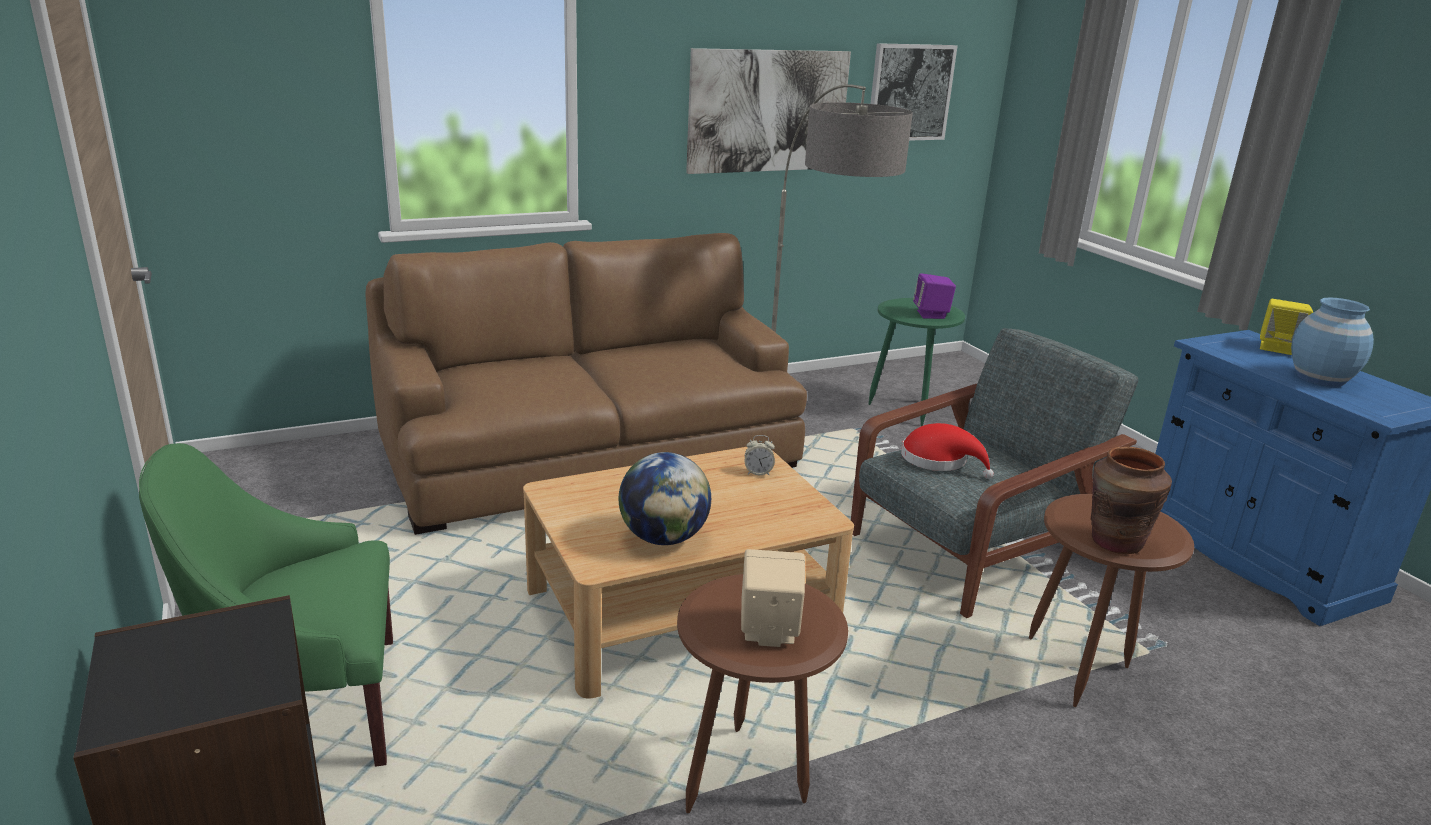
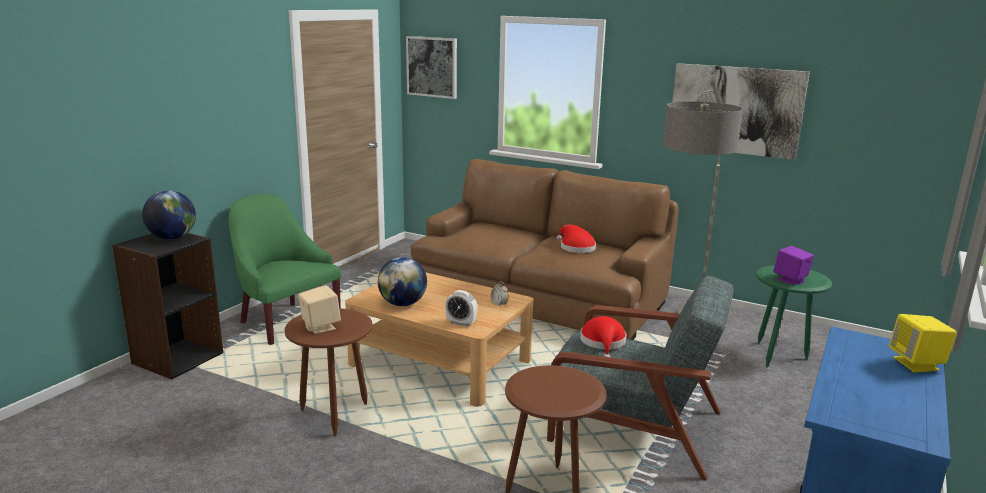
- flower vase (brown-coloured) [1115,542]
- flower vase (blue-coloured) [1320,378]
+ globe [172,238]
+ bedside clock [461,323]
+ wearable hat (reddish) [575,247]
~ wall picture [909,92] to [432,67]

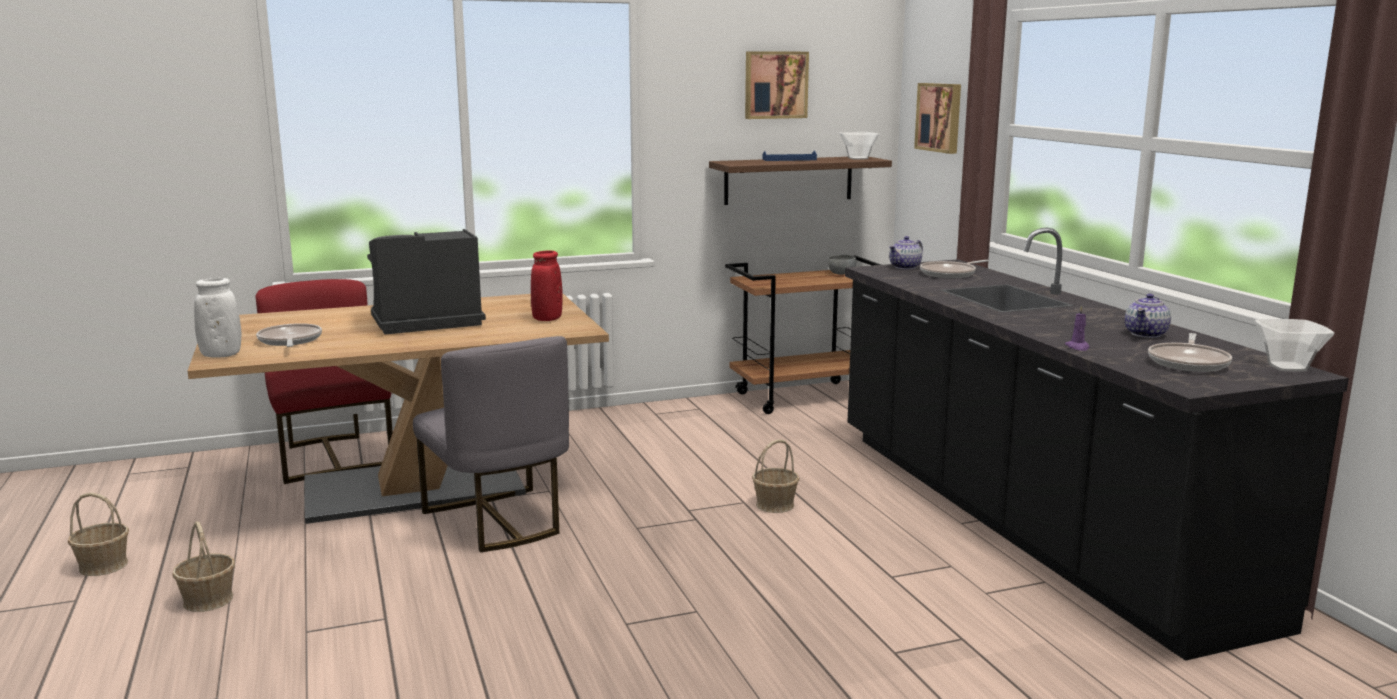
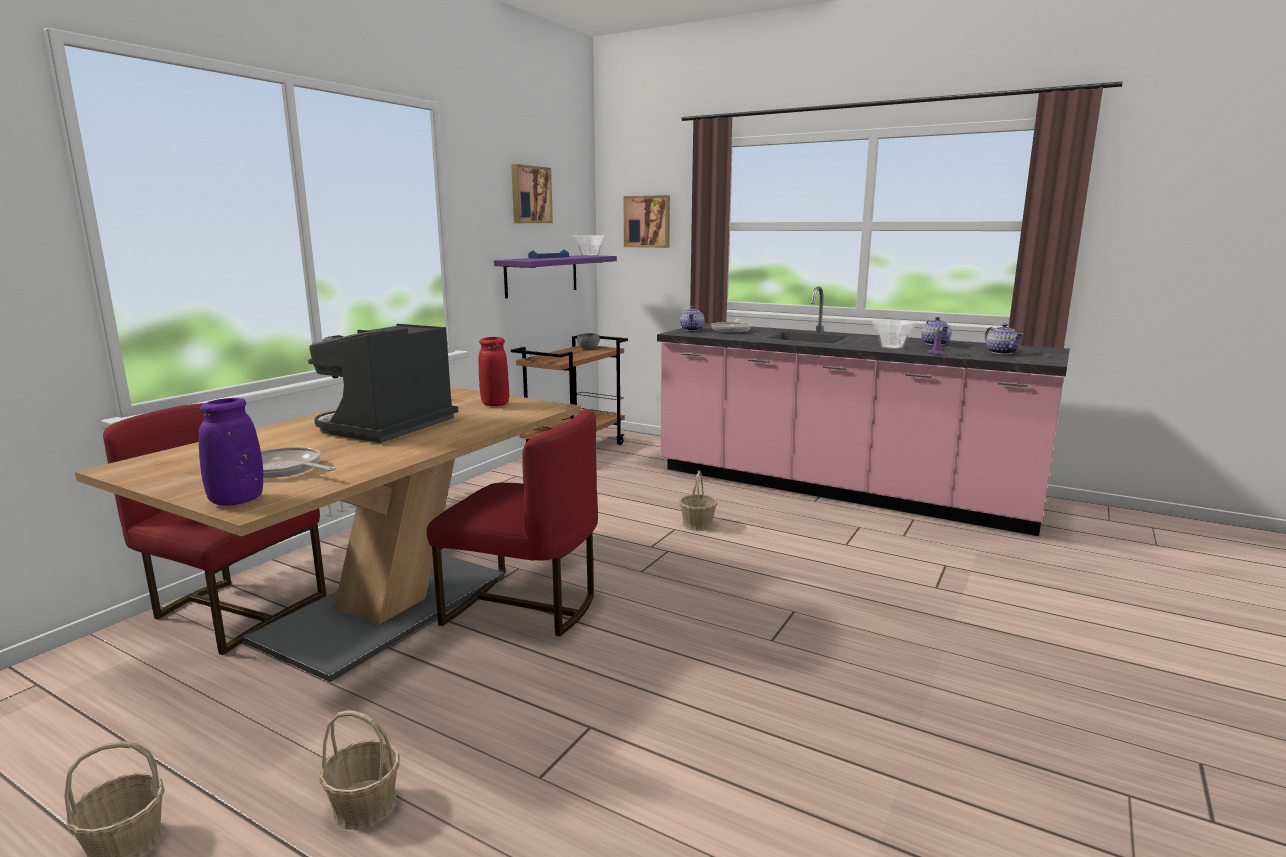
~ bowl [1289,368] to [893,348]
~ pan [1189,362] to tea pot [1001,352]
~ flower vase (white) [221,355] to flower vase (purple) [237,500]
~ upright chair (greyish) [498,521] to upright chair (reddish) [524,606]
~ bracket shelf (brown-coloured) [788,180] to bracket shelf (purple) [541,275]
~ kitchen counter (black) [1025,520] to kitchen counter (pink-coloured) [839,489]

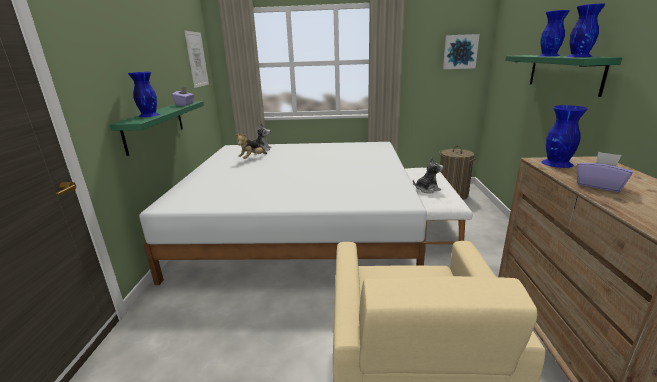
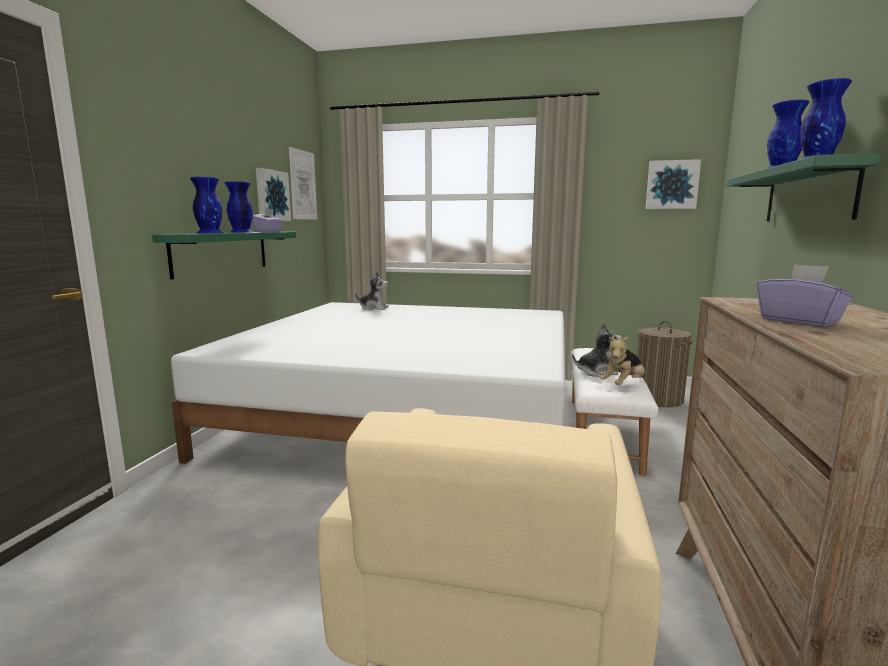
+ wall picture [271,195]
~ cuddly toy [252,158] to [623,385]
~ flower vase (blue-coloured) [557,163] to [241,232]

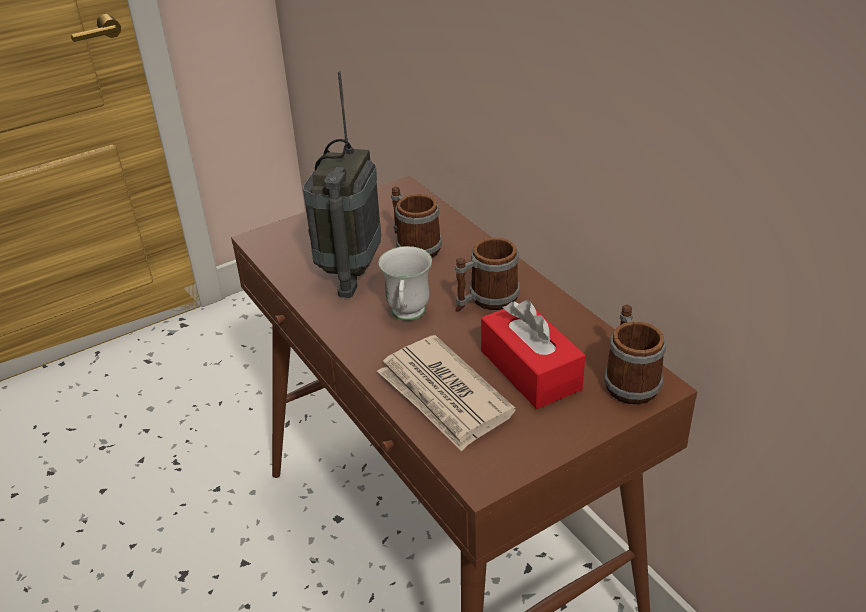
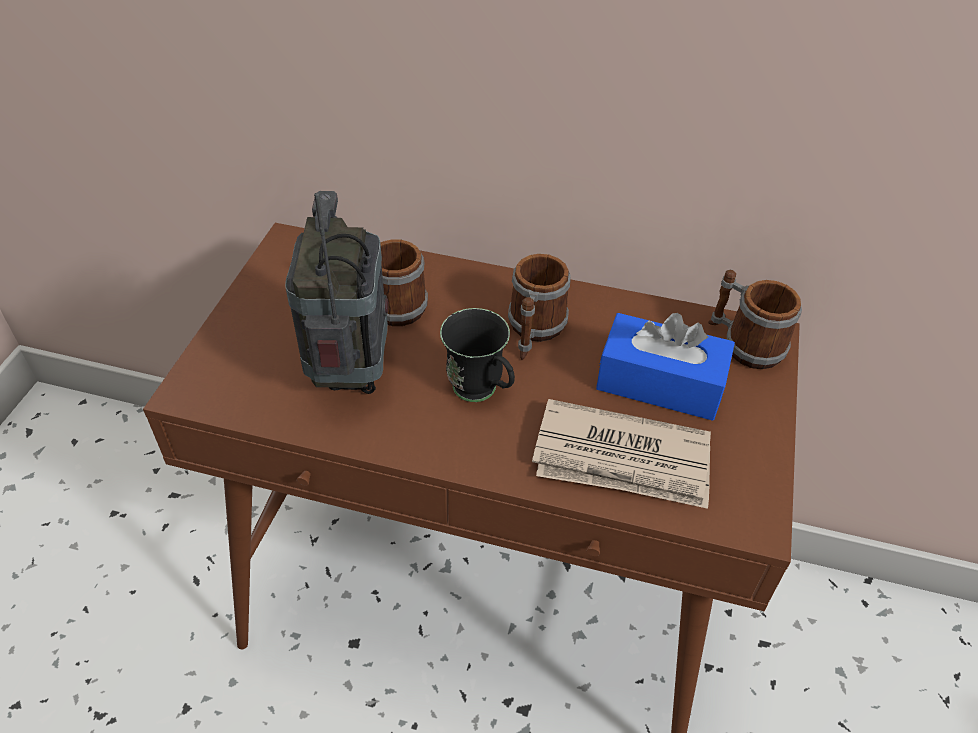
~ mug (white) [407,316] to mug (black) [481,393]
~ tissue holder (reddish) [530,370] to tissue holder (blue-coloured) [660,383]
~ radio receiver [349,269] = [350,372] 150 degrees counterclockwise

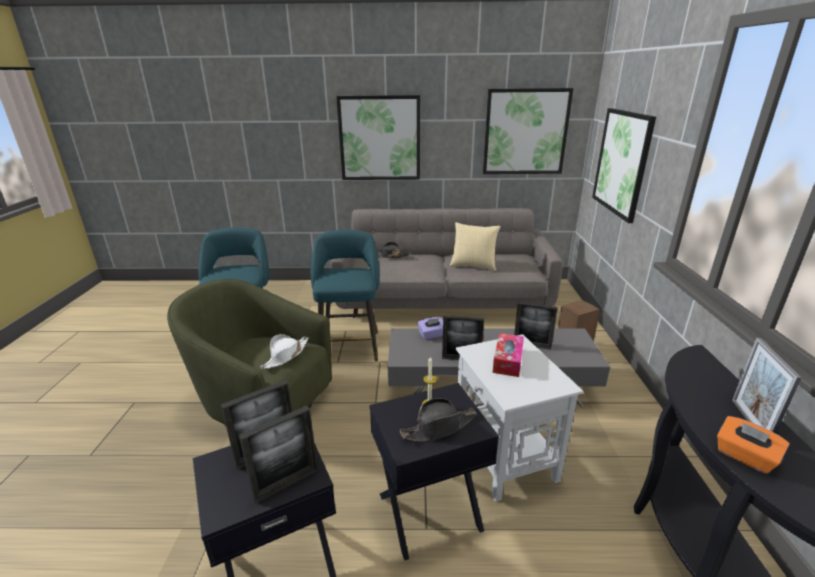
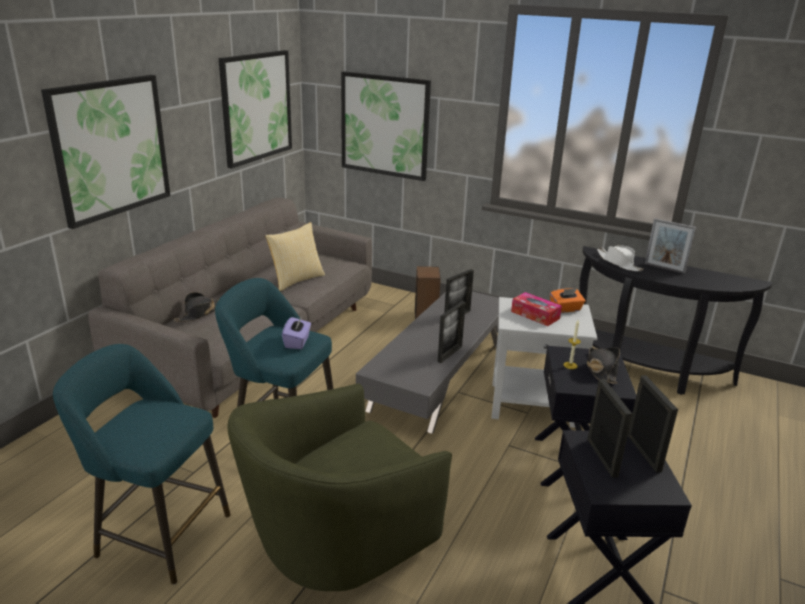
~ wearable hat (white) [285,356] to [619,263]
~ tissue holder (purple) [432,335] to [297,342]
~ tissue holder (orangey) [744,456] to [565,309]

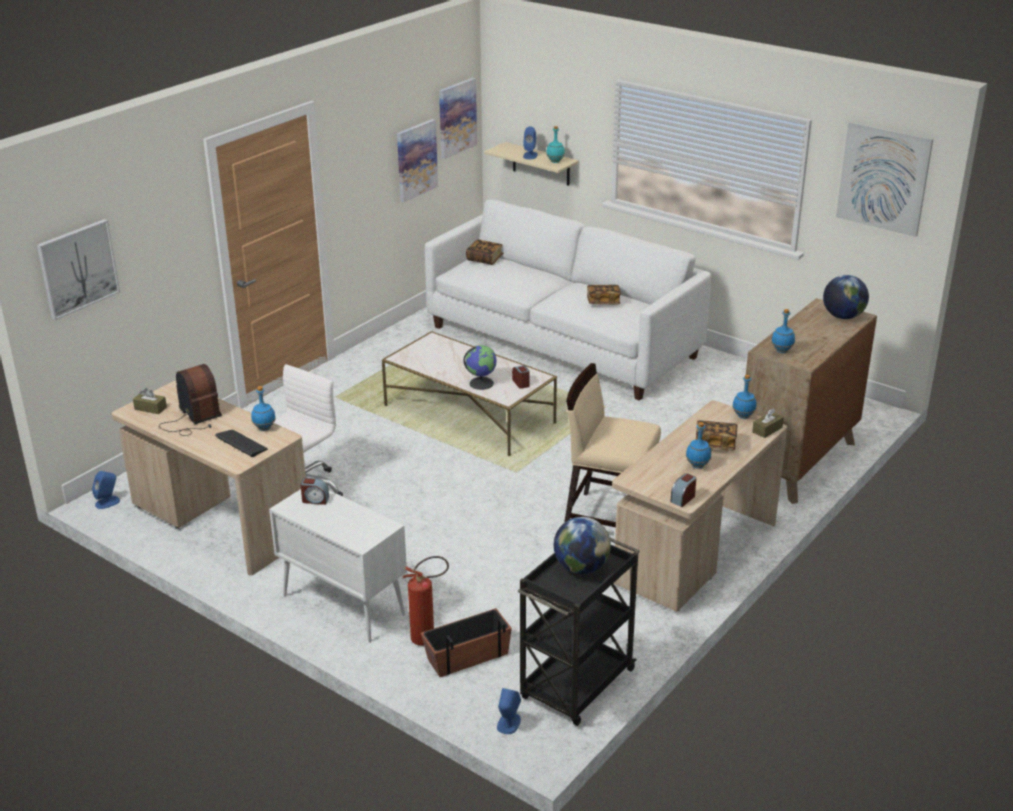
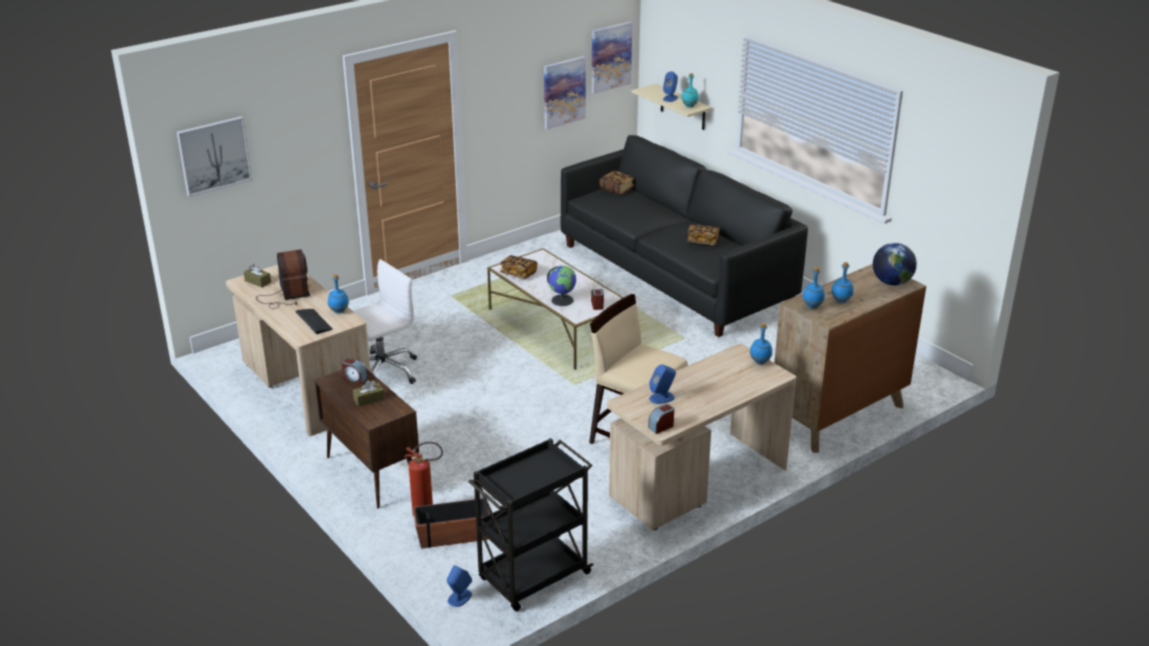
- globe [581,567]
- wall picture [883,179]
~ loudspeaker (blue-coloured) [108,502] to [662,398]
~ drink bottle (blue-coloured) [697,466] to [841,301]
~ bound book [715,444] to [518,274]
~ tissue holder (brown-coloured) [767,430] to [369,399]
~ storage cabinet (white) [342,604] to storage cabinet (brown-coloured) [371,473]
~ sofa (white) [562,342] to sofa (black) [675,274]

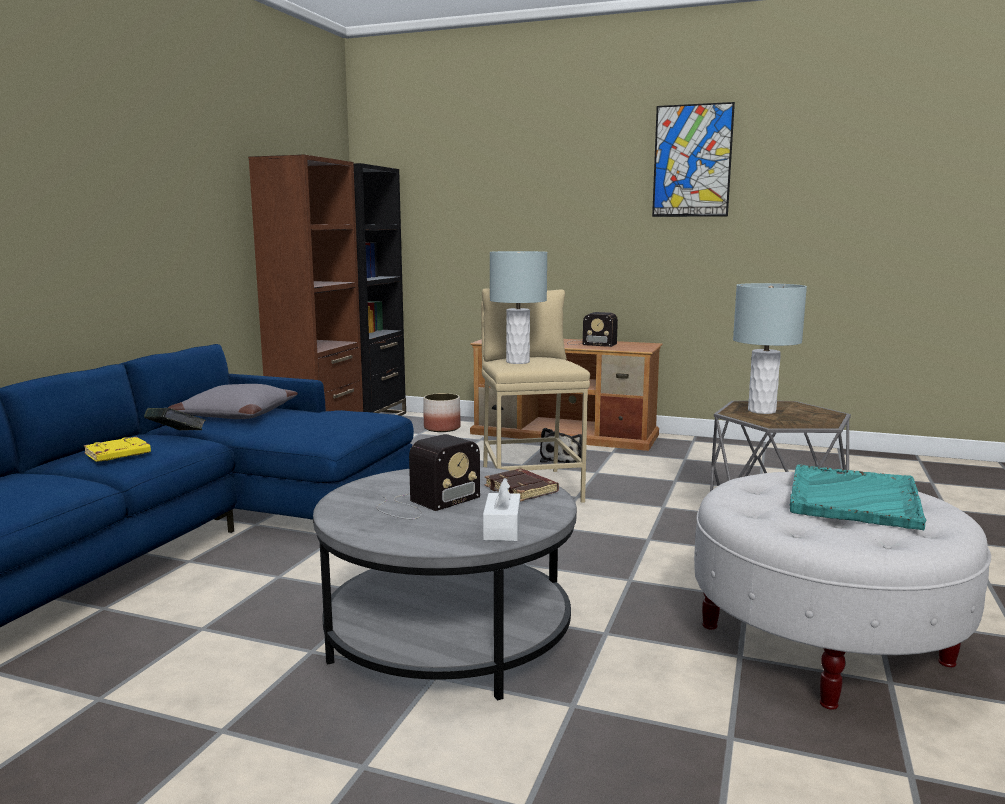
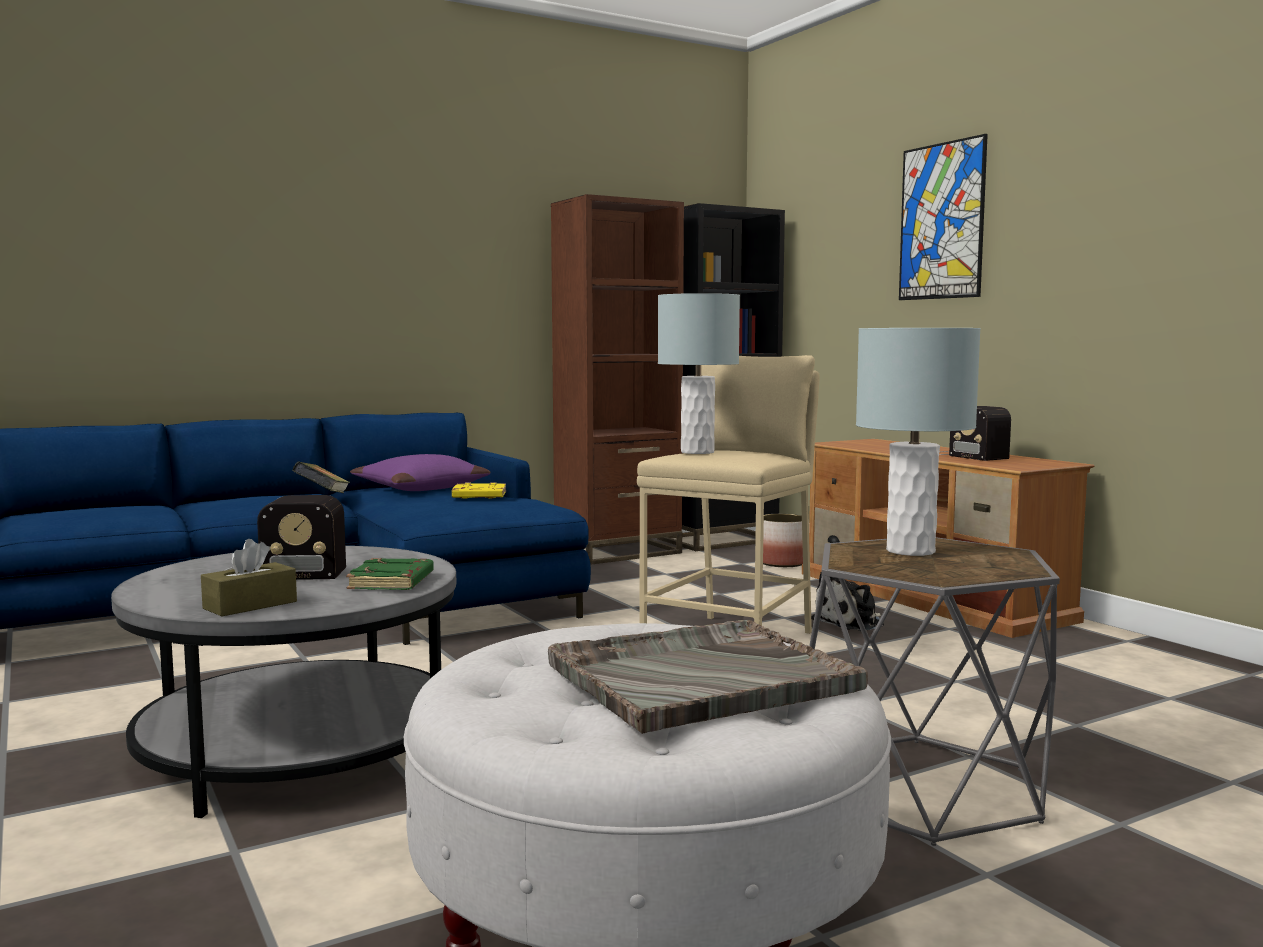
~ bound book (yellow-coloured) [117,454] to [478,496]
~ wall picture [692,161] to [941,221]
~ pillow (greyish) [235,415] to pillow (purple) [420,488]
~ tissue holder (white) [502,529] to tissue holder (brown-coloured) [250,605]
~ bound book (brown-coloured) [522,490] to bound book (green) [392,582]
~ tray (blue-green) [853,499] to tray (greyish) [699,678]

